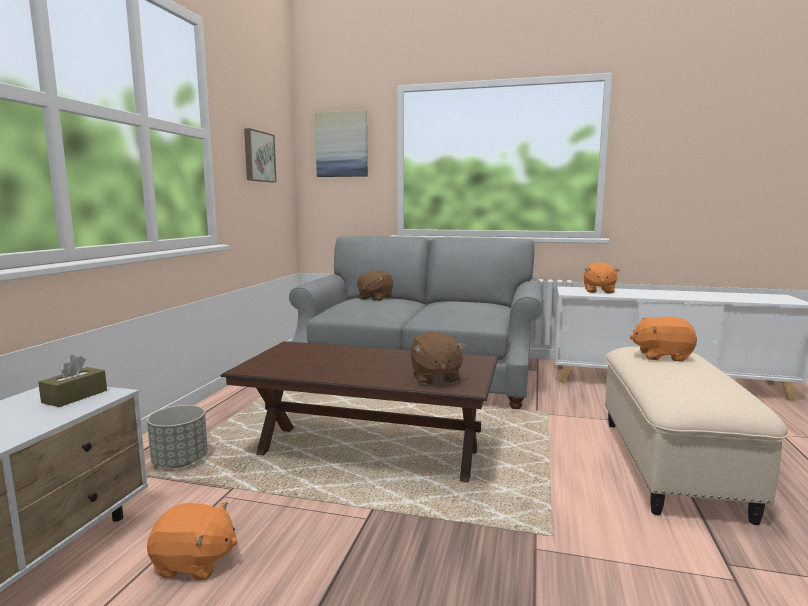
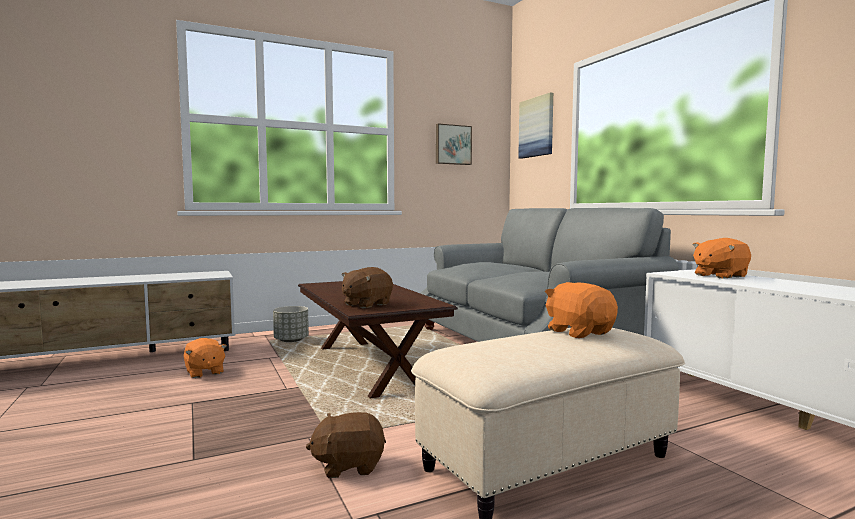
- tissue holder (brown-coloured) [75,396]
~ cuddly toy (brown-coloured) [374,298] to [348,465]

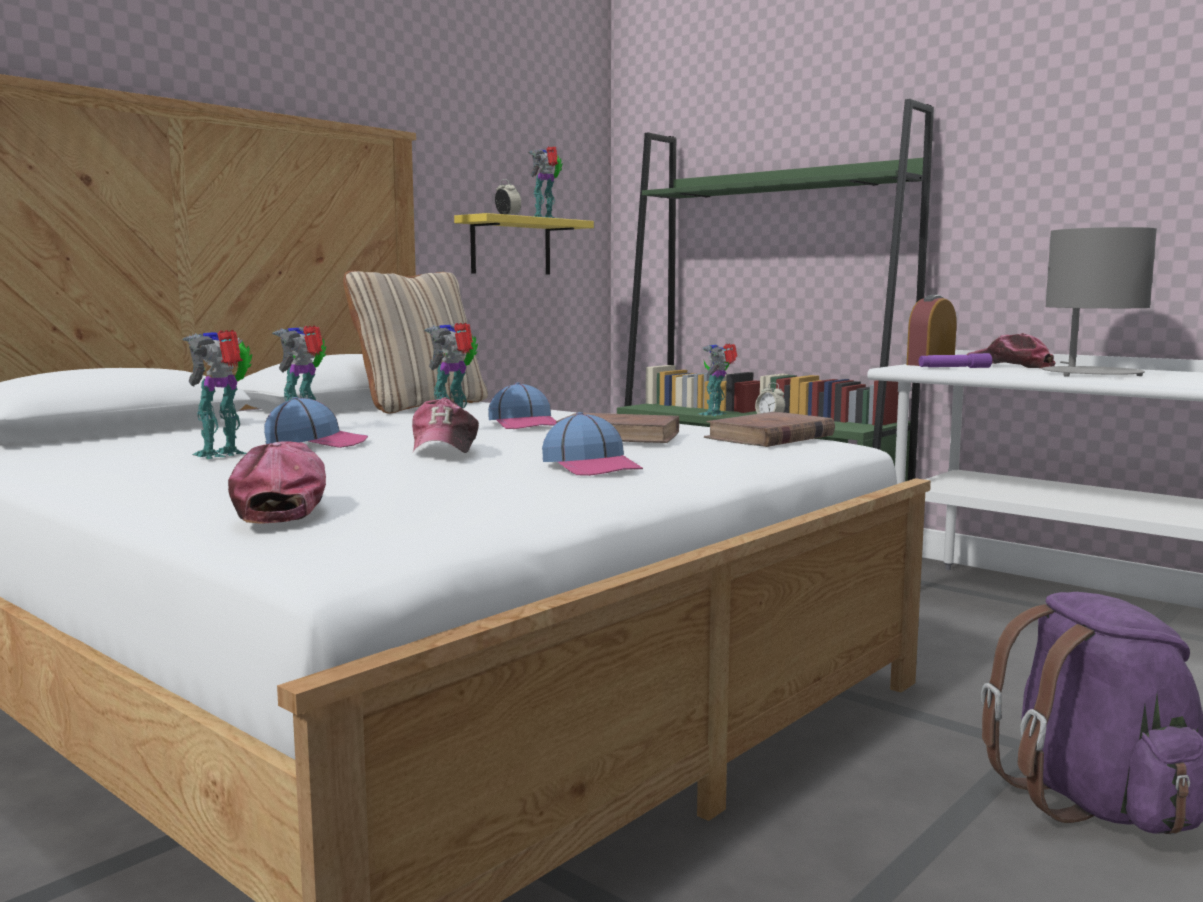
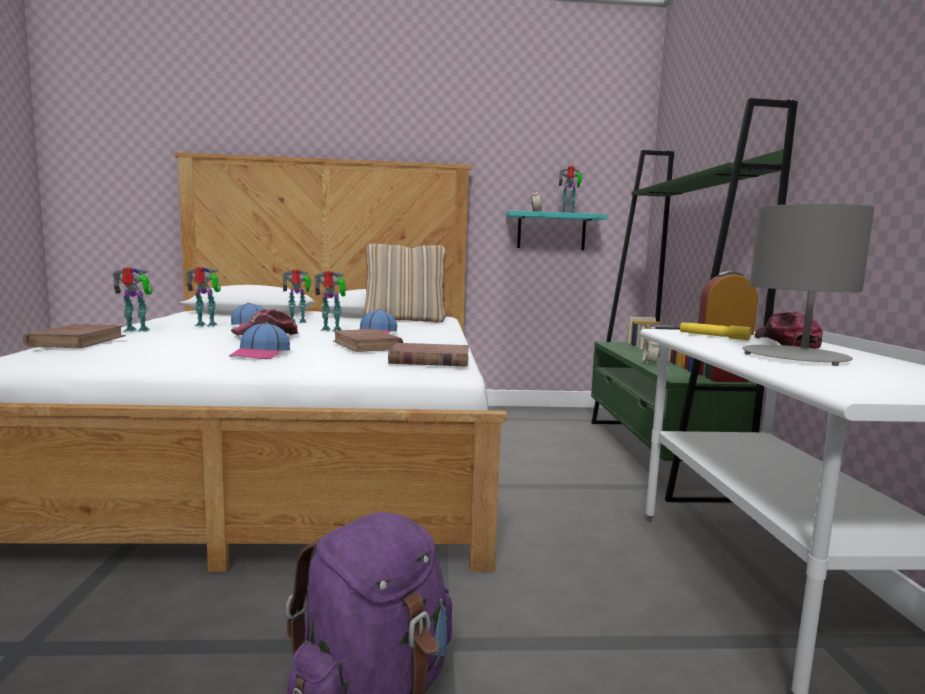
~ robot figure [715,414] to [137,331]
~ peaked cap [280,504] to bound book (brown-coloured) [77,341]
~ bracket shelf (yellow-coloured) [511,246] to bracket shelf (blue-green) [551,231]
~ hand torch (purple) [954,368] to hand torch (yellow-coloured) [713,336]

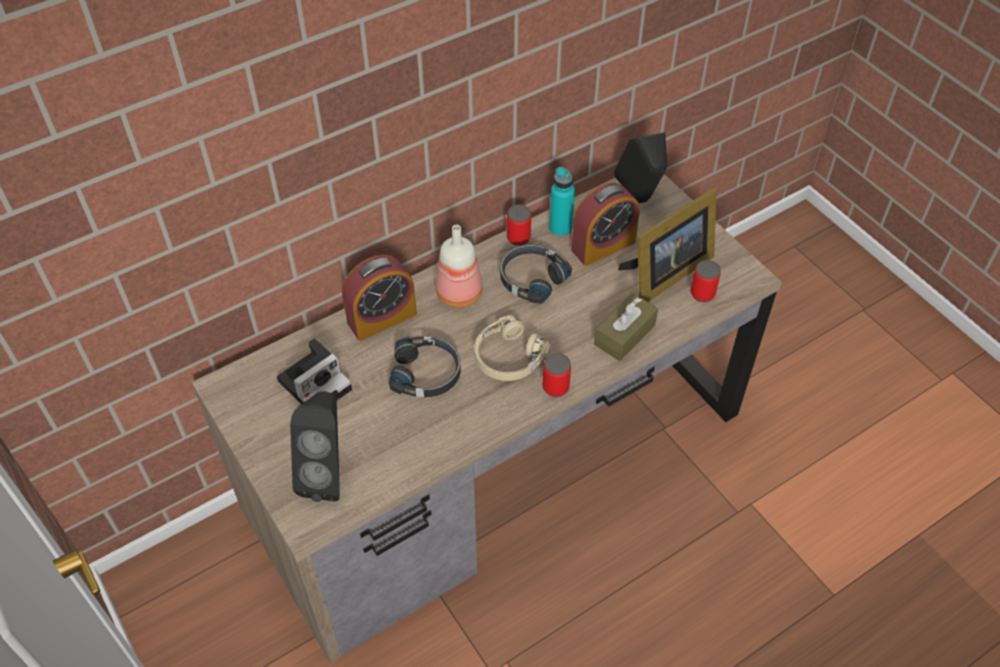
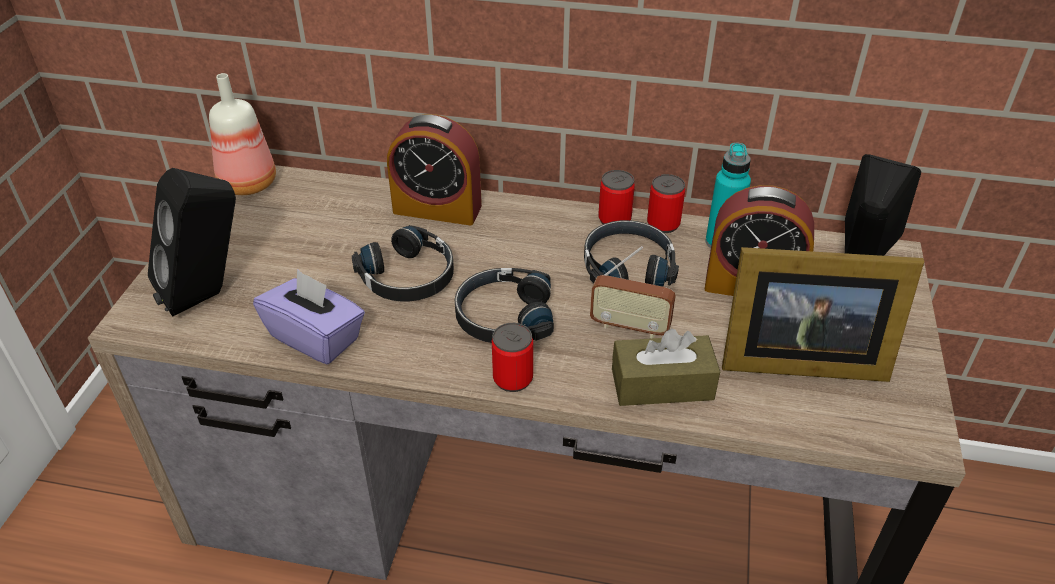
- still camera [316,383]
+ tissue holder (purple) [316,337]
+ radio receiver [629,327]
~ drink bottle [460,295] to [248,185]
~ metal can [702,293] to [614,219]
~ headphones (beige-coloured) [508,357] to headphones (black) [503,317]

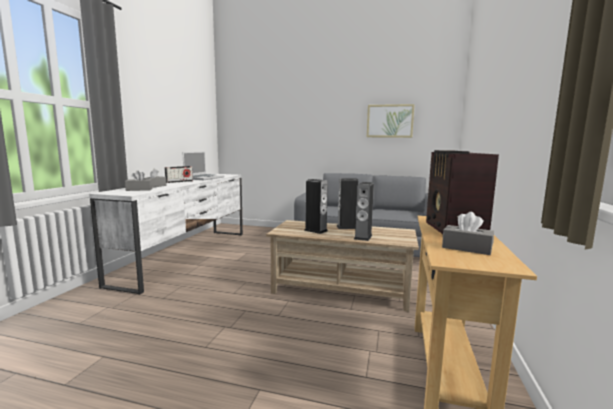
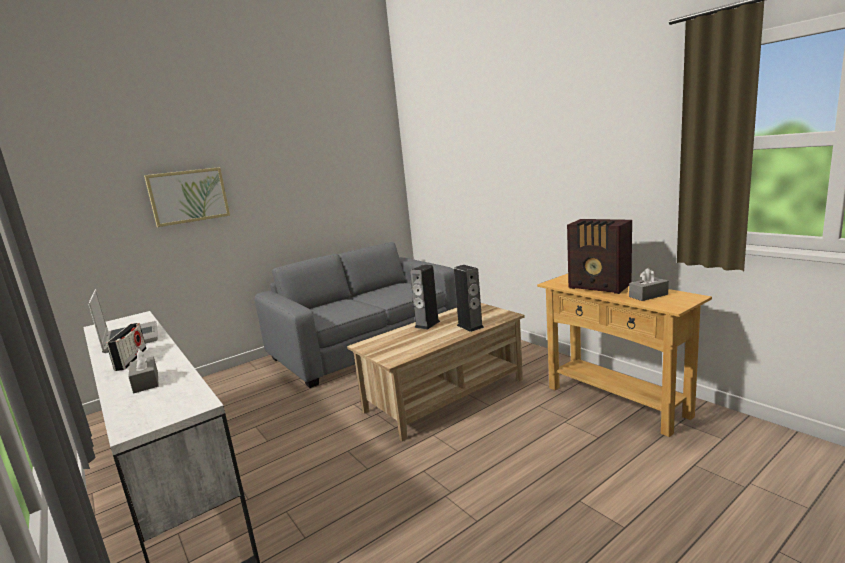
- tissue holder (greyish) [139,189]
- loudspeaker [315,230]
~ wall picture [390,121] to [188,196]

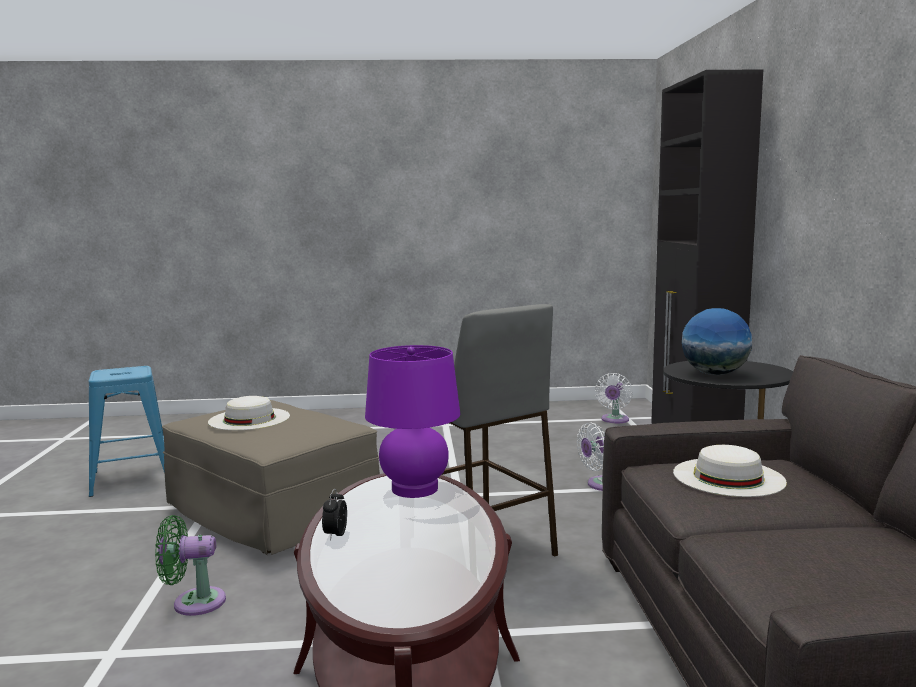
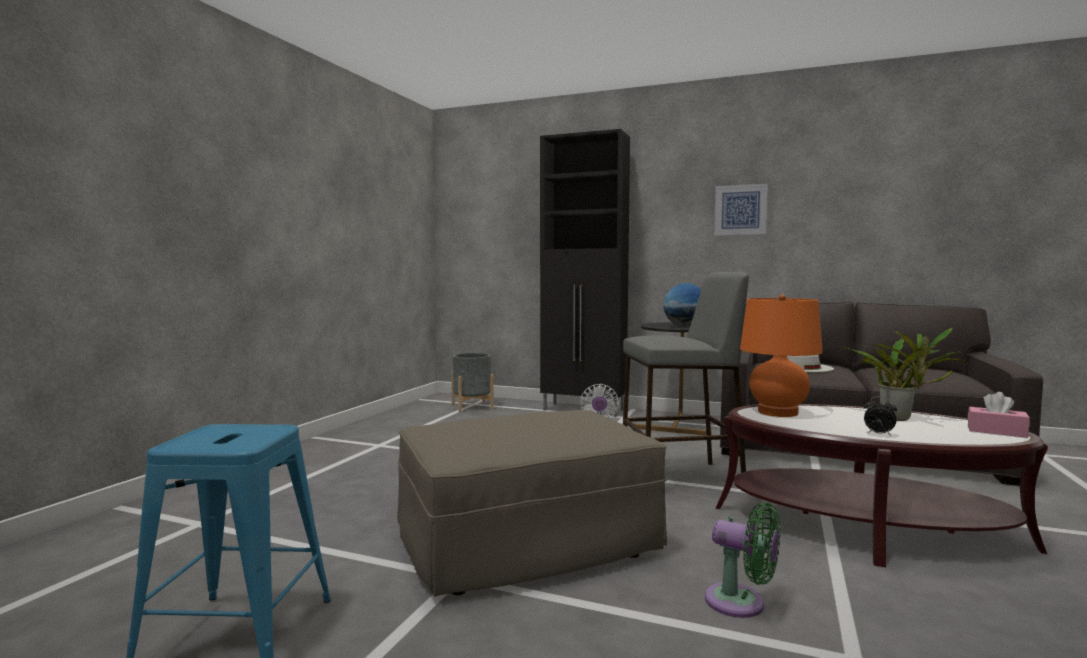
- wearable hat (white) [249,419]
+ wall picture [740,210]
+ plant in a pot [900,419]
+ tissue holder (pink-coloured) [996,431]
~ fan (white) [614,420] to flower pot (greyish) [472,406]
~ tabletop lamp (purple) [415,489] to tabletop lamp (orangey) [777,412]
~ fan (green) [193,602] = [741,603] 75 degrees counterclockwise

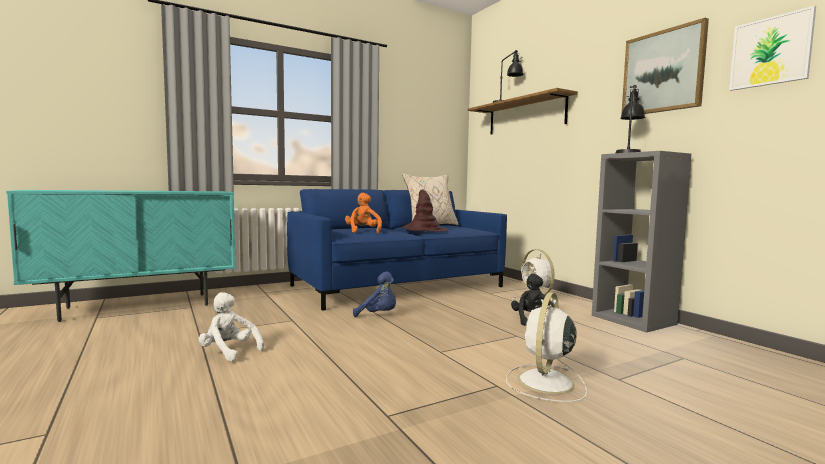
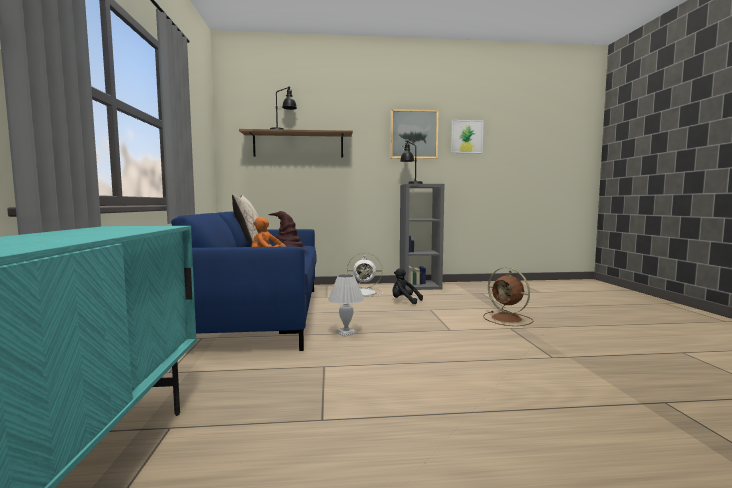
- cuddly toy (white) [229,352]
~ cuddly toy (blue-coloured) [379,315] to tabletop lamp (white) [346,333]
~ fan (white) [545,383] to fan (brown-coloured) [508,319]

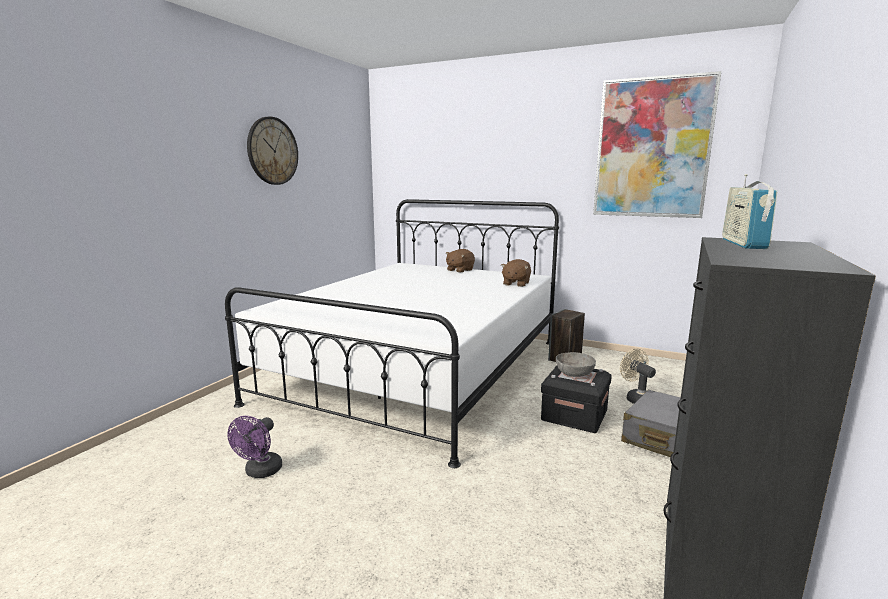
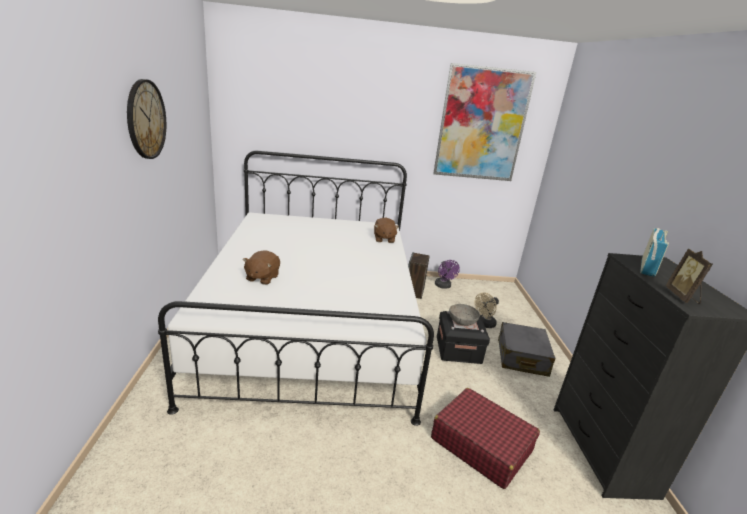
+ piece of luggage (reddish) [481,444]
+ picture frame [682,296]
~ fan (purple) [260,472] to [443,286]
~ cuddly toy (brown-coloured) [459,270] to [262,278]
~ fan (beige-coloured) [636,398] = [484,324] 75 degrees counterclockwise
~ radio receiver [743,244] = [647,267] 135 degrees counterclockwise

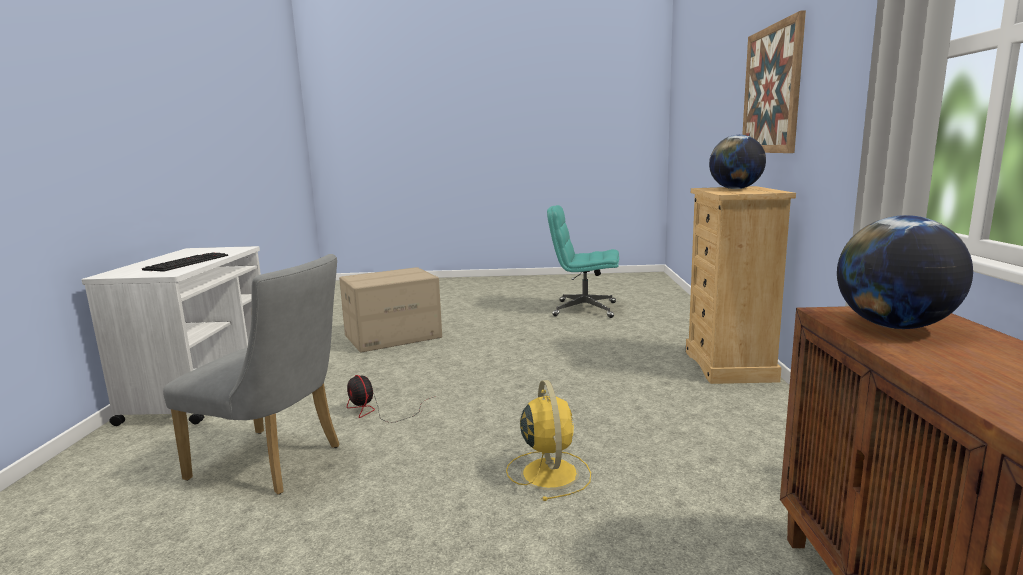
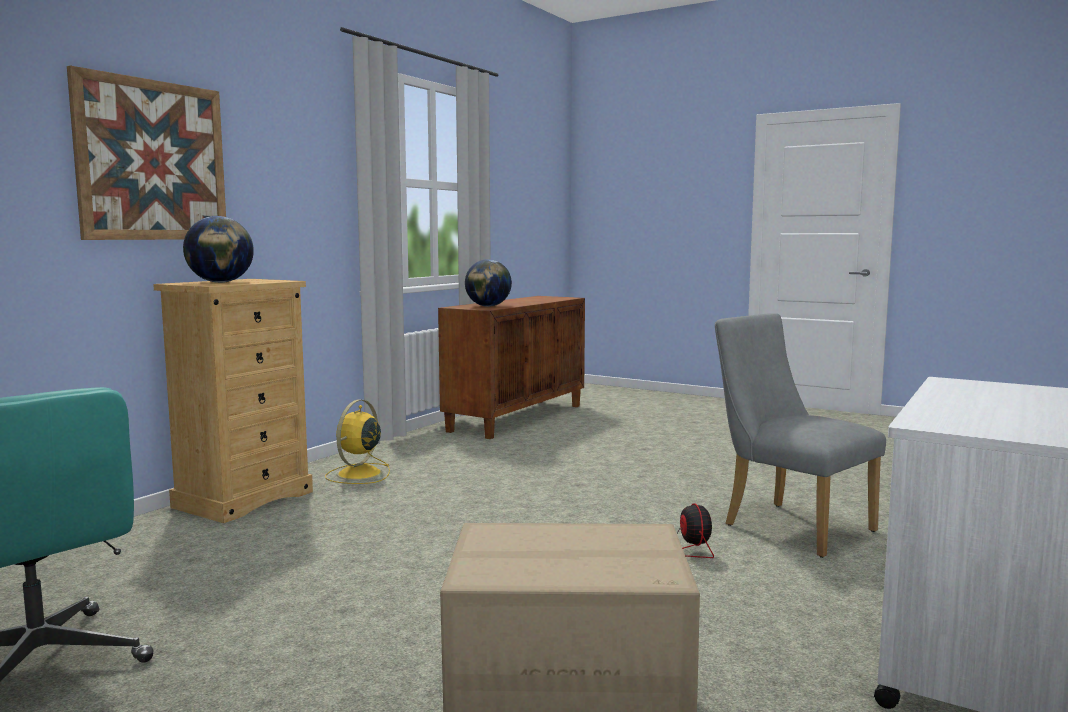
- PC keyboard [187,262]
~ fan (yellow-coloured) [549,472] to [358,474]

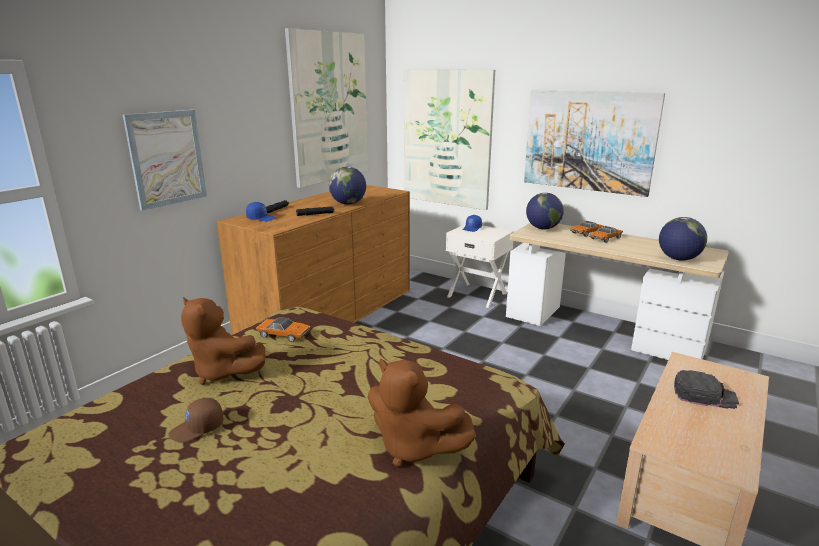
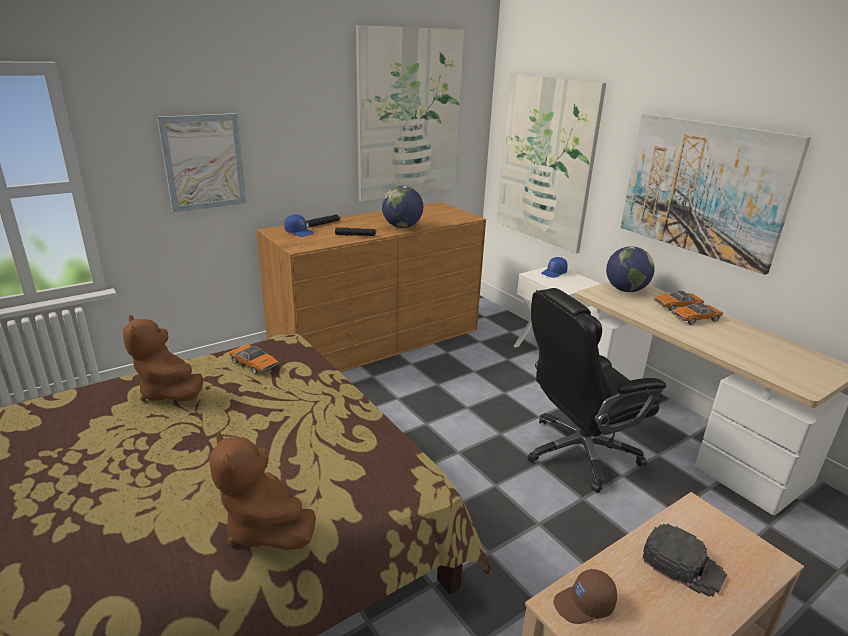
- globe [678,259]
+ computer chair (black) [578,452]
~ peaked cap (brown-coloured) [197,429] to [584,605]

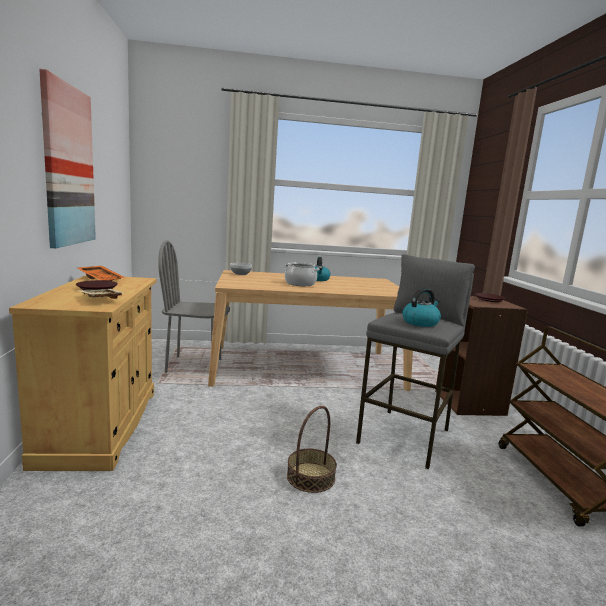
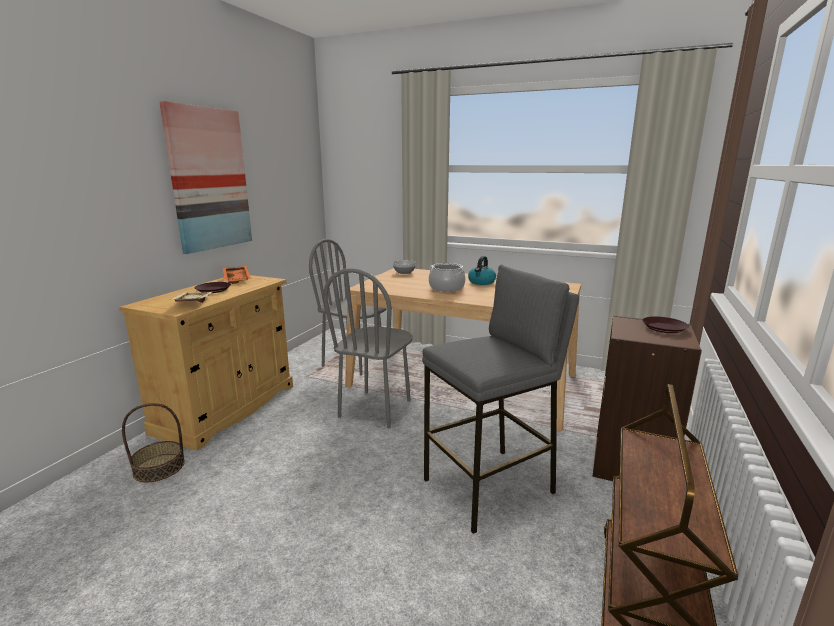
- water kettle [420,322]
+ upright chair (greyish) [376,409]
~ storage basket [310,477] to [159,467]

